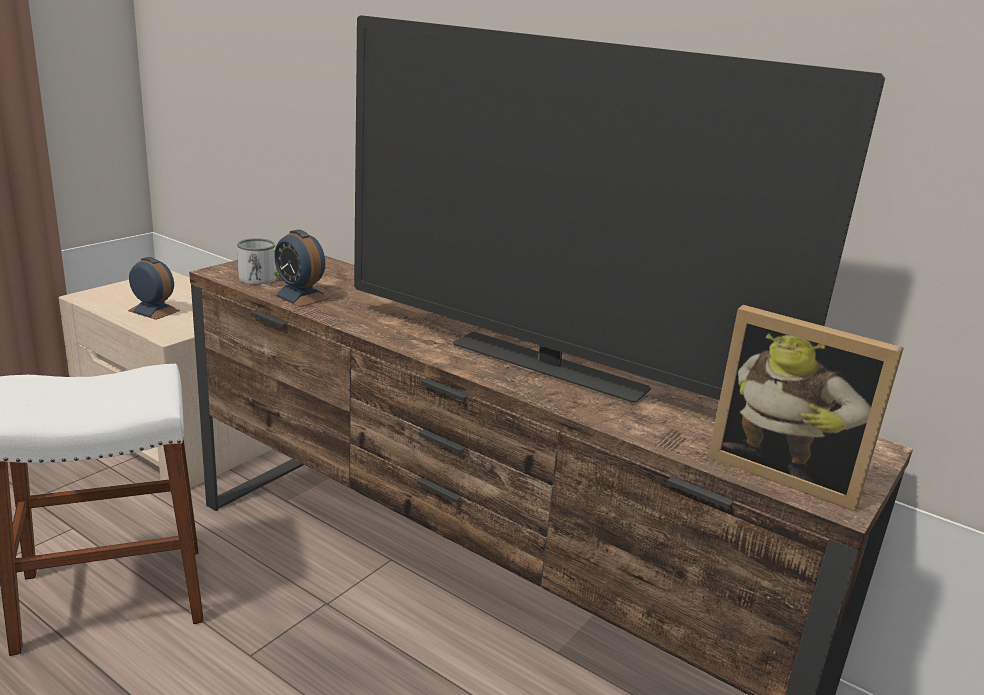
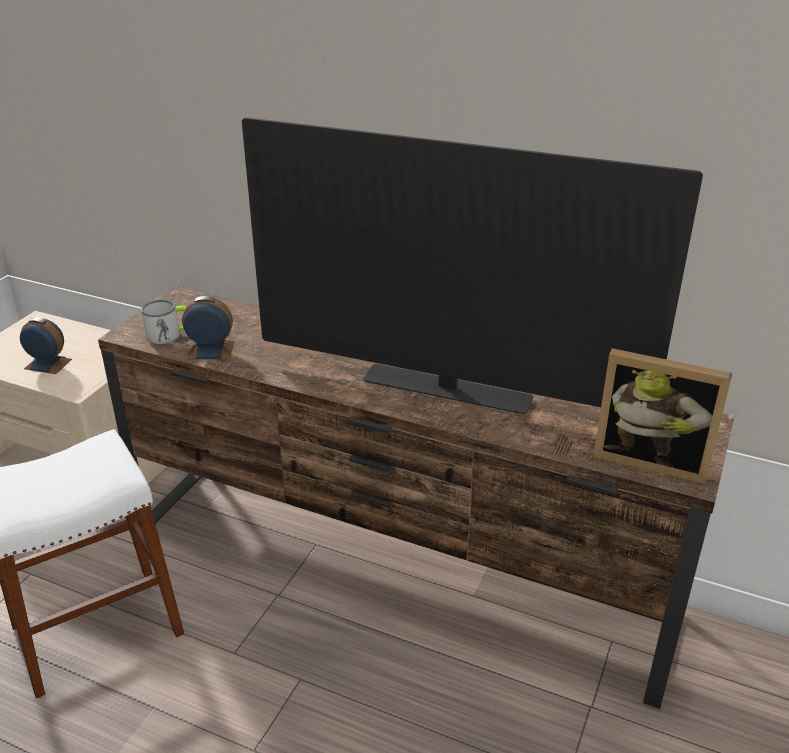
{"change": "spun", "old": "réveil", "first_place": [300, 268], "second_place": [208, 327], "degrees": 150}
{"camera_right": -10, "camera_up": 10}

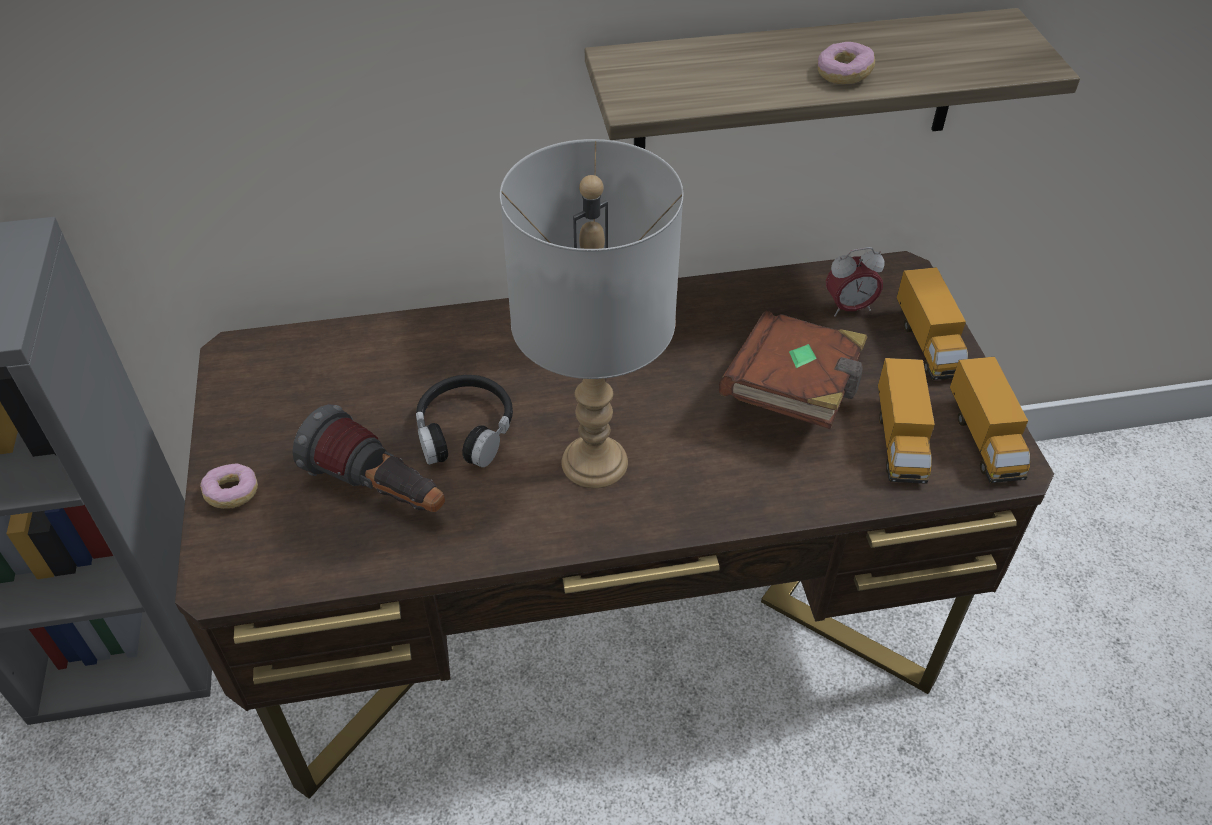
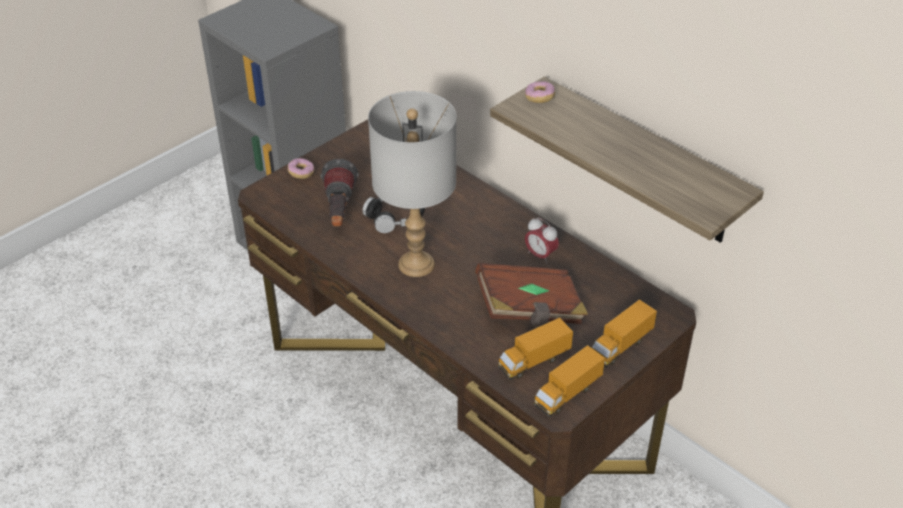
{"change": "relocated", "old": "beignet", "first_place": [846, 63], "second_place": [540, 92]}
{"change": "relocated", "old": "réveil", "first_place": [855, 282], "second_place": [542, 240]}
{"camera_right": 55, "camera_up": -5}

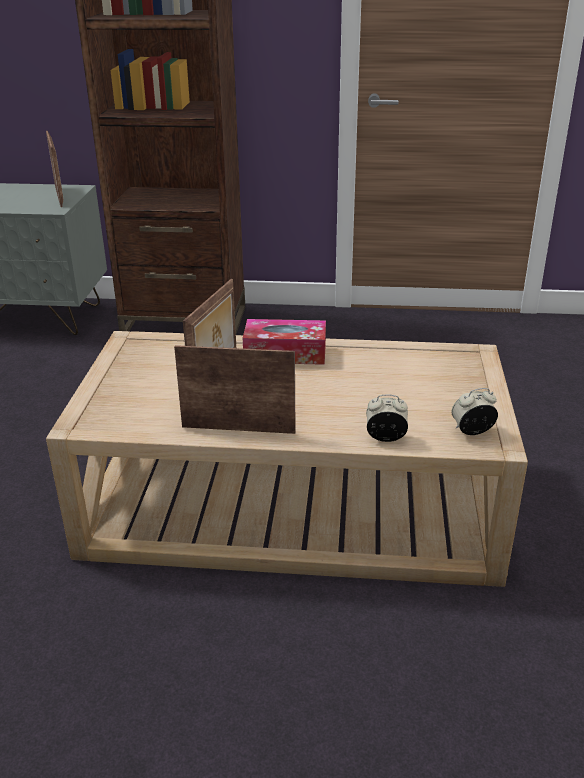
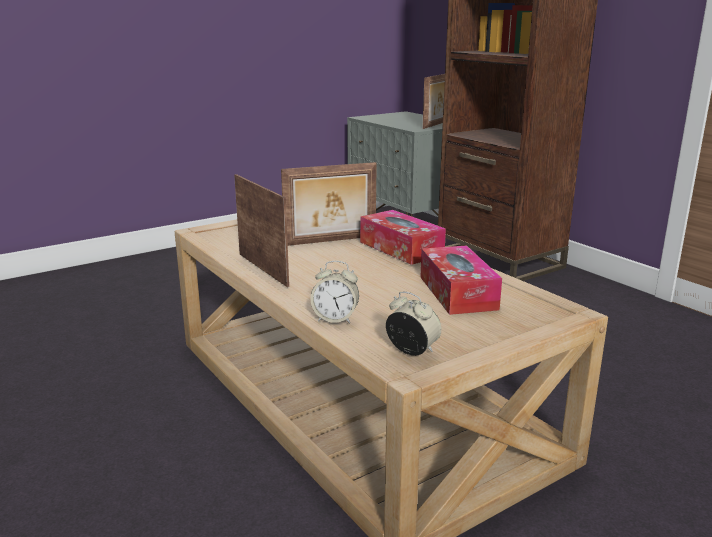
{"change": "appeared", "new": "boîte à mouchoirs", "second_place": [461, 280]}
{"change": "spun", "old": "réveil", "first_place": [387, 418], "second_place": [334, 292], "degrees": 135}
{"camera_right": 50, "camera_up": -10}

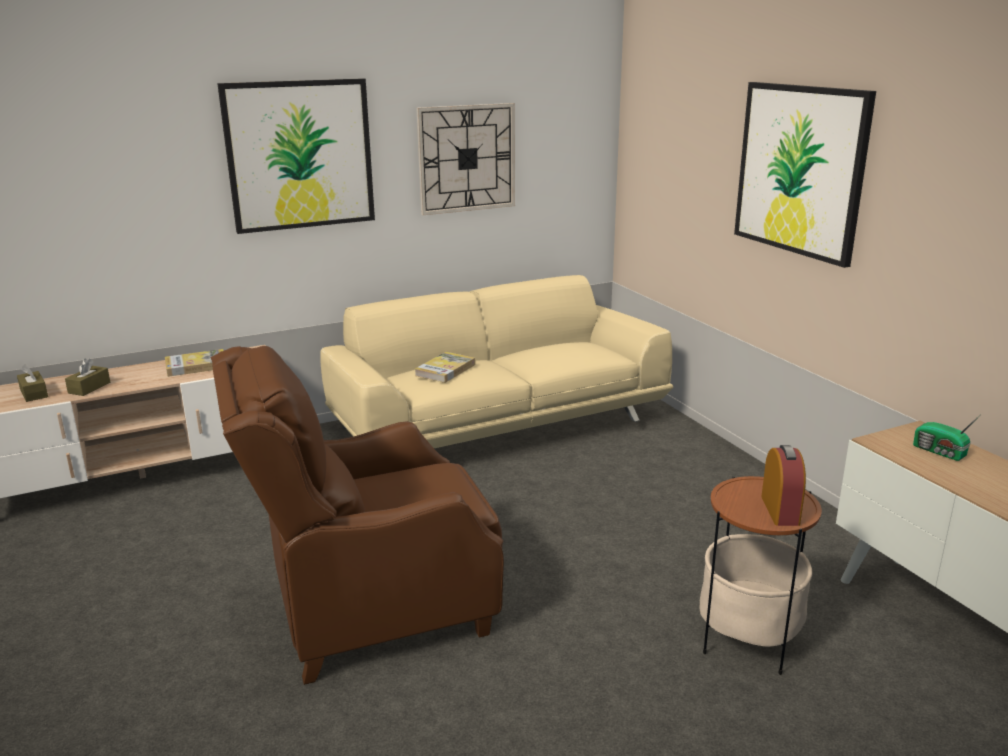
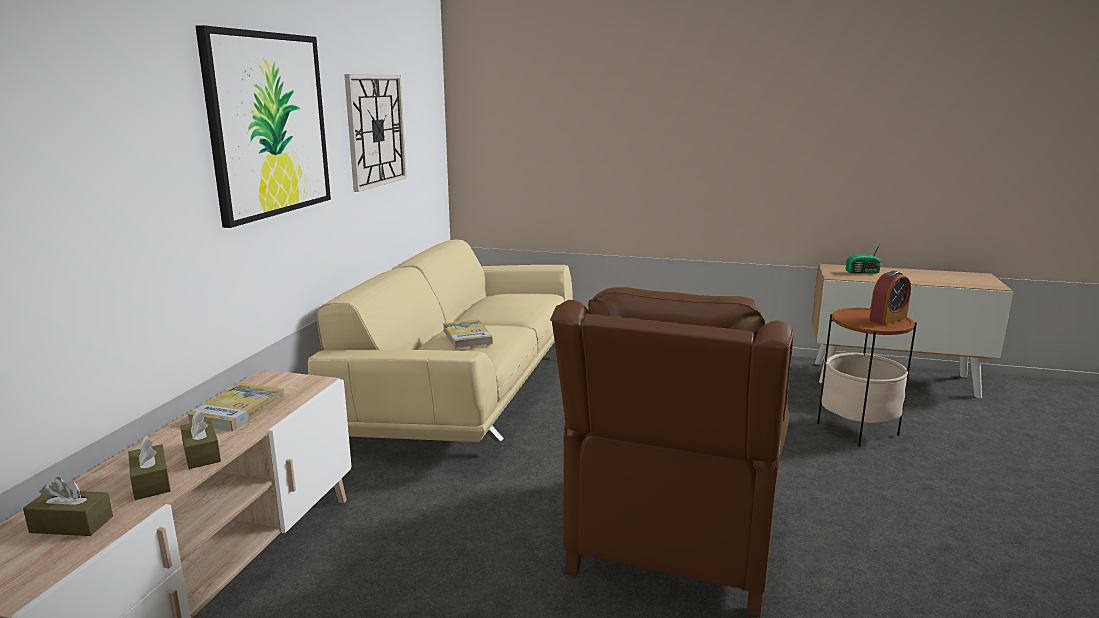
{"change": "missing", "old": "tableau", "first_place": [805, 175]}
{"change": "appeared", "new": "boîte à mouchoirs (marron)", "second_place": [200, 440]}
{"change": "spun", "old": "réveil", "first_place": [783, 485], "second_place": [890, 298], "degrees": 105}
{"camera_right": -50, "camera_up": -5}

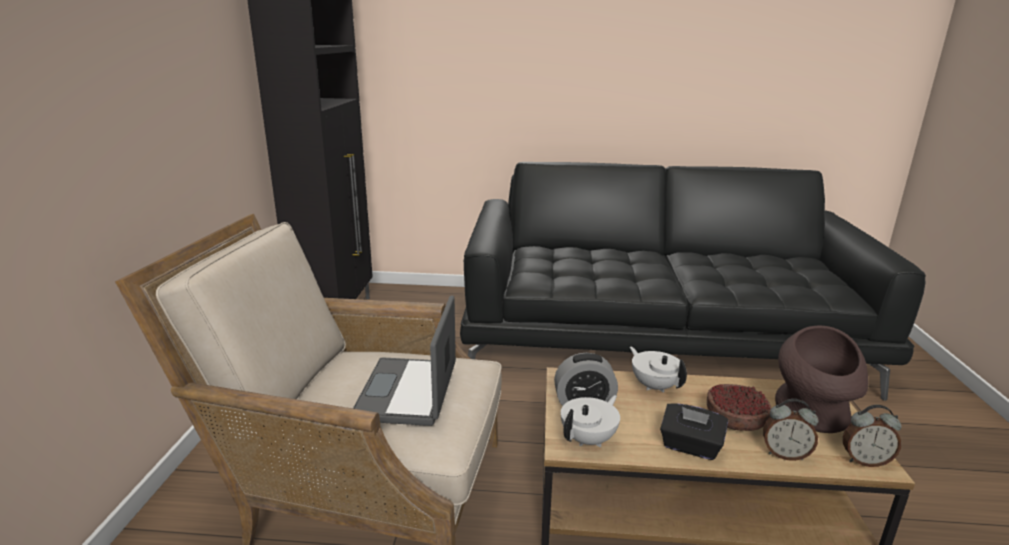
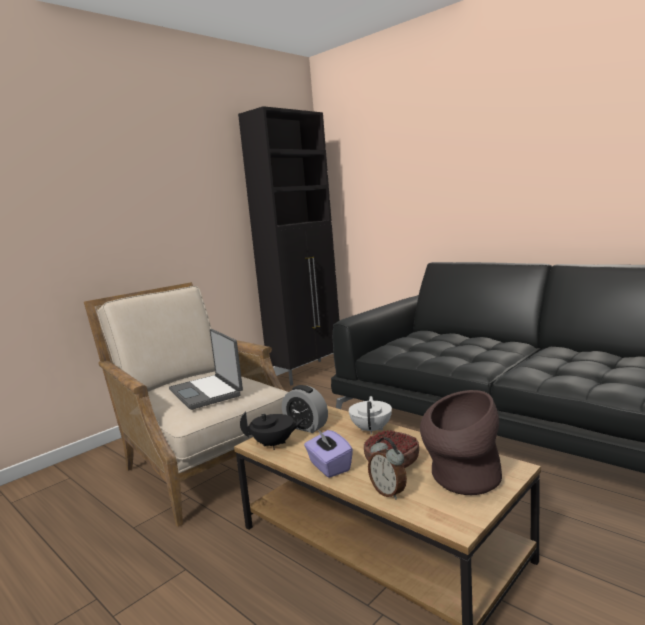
{"change": "missing", "old": "réveil", "first_place": [872, 436]}
{"change": "colour", "old": "théière (blanc)", "new": "théière (noir)", "first_place": [590, 421], "second_place": [273, 430]}
{"change": "colour", "old": "boîte à mouchoirs (noir)", "new": "boîte à mouchoirs (violet)", "first_place": [694, 431], "second_place": [328, 454]}
{"change": "spun", "old": "ordinateur portable", "first_place": [404, 361], "second_place": [206, 369], "degrees": -75}
{"camera_right": 40, "camera_up": -10}

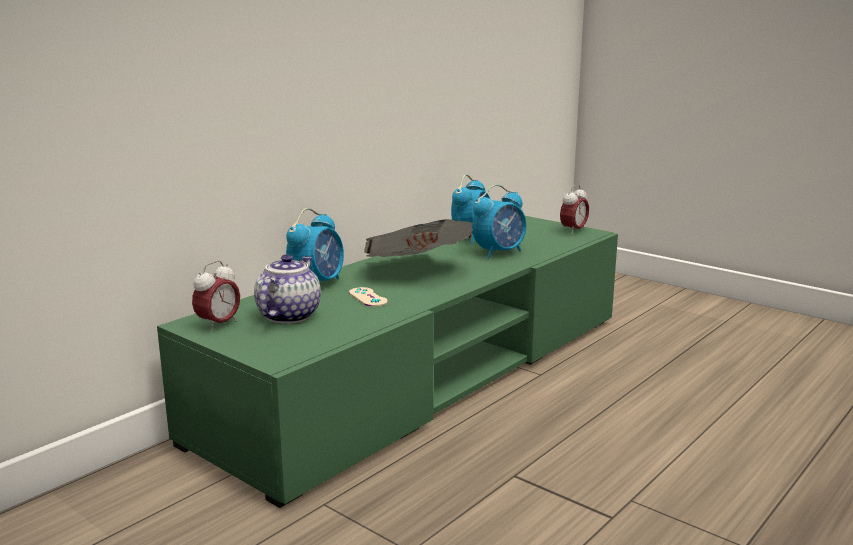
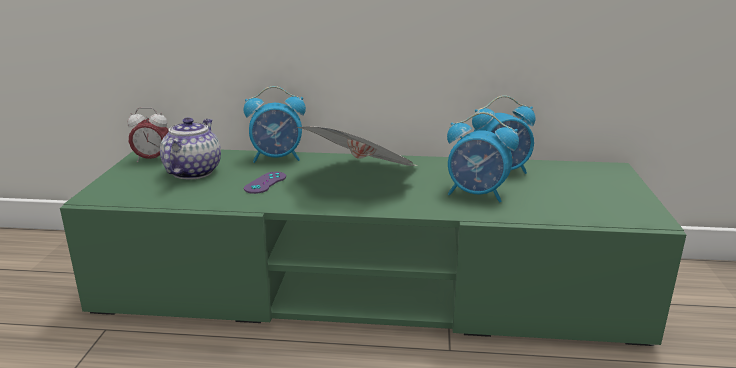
{"change": "missing", "old": "réveil", "first_place": [574, 209]}
{"change": "colour", "old": "manette (beige)", "new": "manette (violet)", "first_place": [368, 297], "second_place": [265, 183]}
{"change": "spun", "old": "théière", "first_place": [287, 289], "second_place": [190, 148], "degrees": -60}
{"camera_right": 55, "camera_up": 5}

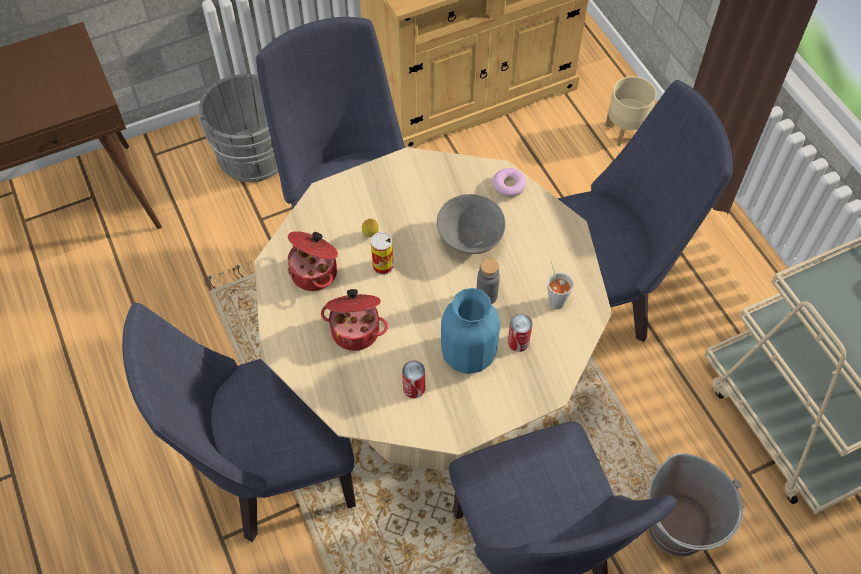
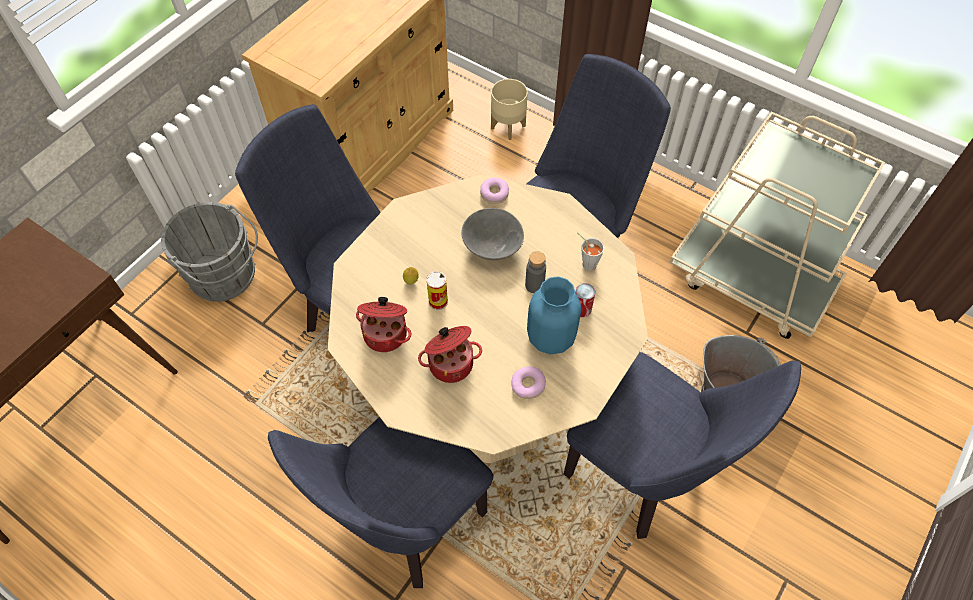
{"change": "exchanged", "old": "boîte métallique", "new": "beignet", "first_place": [413, 379], "second_place": [528, 382]}
{"camera_right": -30, "camera_up": 0}

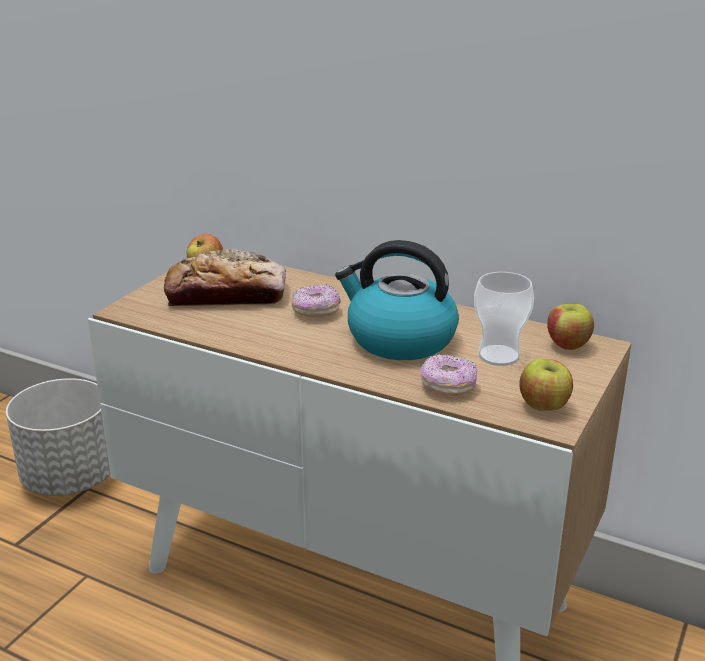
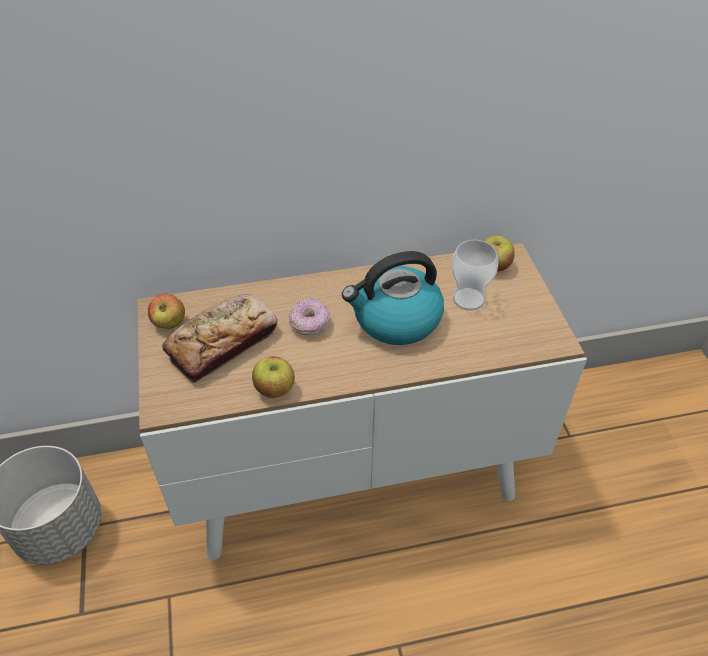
{"change": "missing", "old": "beignet", "first_place": [448, 375]}
{"change": "relocated", "old": "pomme", "first_place": [546, 384], "second_place": [273, 377]}
{"camera_right": -40, "camera_up": 20}

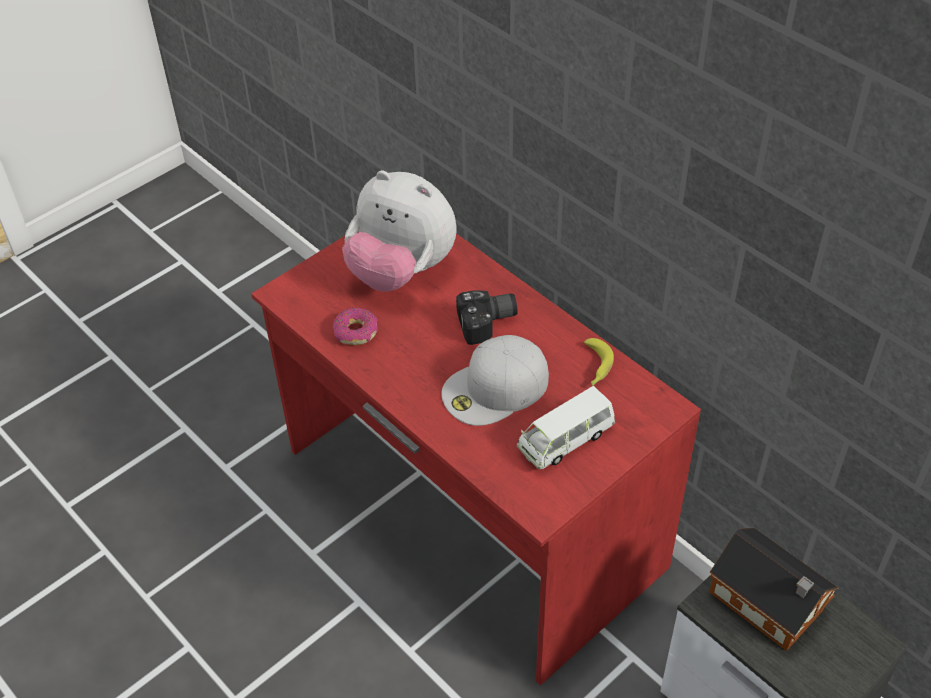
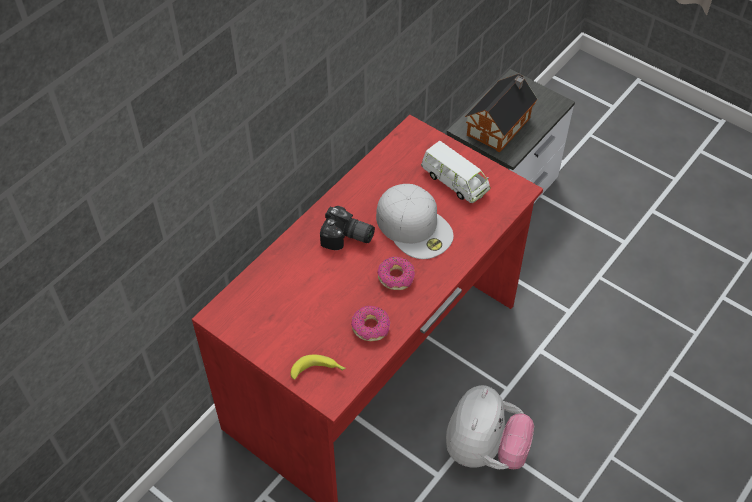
{"change": "appeared", "new": "beignet", "second_place": [396, 273]}
{"change": "relocated", "old": "peluche", "first_place": [399, 231], "second_place": [490, 427]}
{"change": "relocated", "old": "banane", "first_place": [599, 362], "second_place": [318, 367]}
{"change": "spun", "old": "appareil photo", "first_place": [486, 317], "second_place": [347, 228], "degrees": 135}
{"camera_right": -100, "camera_up": 5}

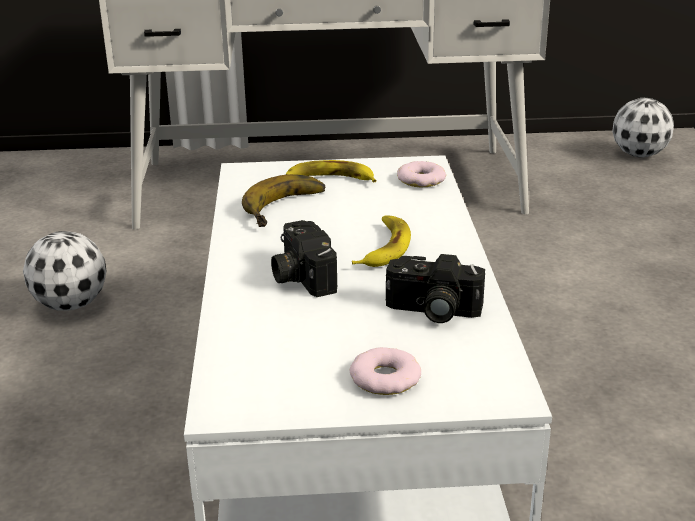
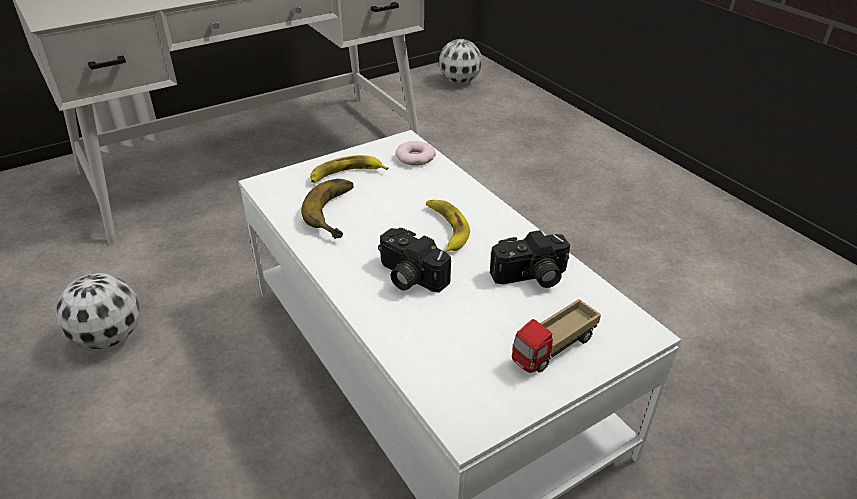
{"change": "exchanged", "old": "beignet", "new": "camion jouet", "first_place": [385, 371], "second_place": [556, 336]}
{"camera_right": -30, "camera_up": 10}

